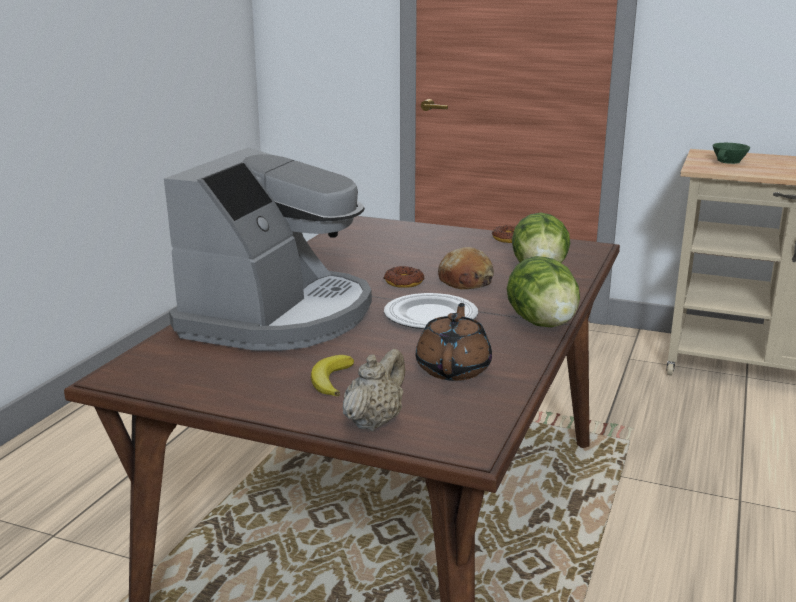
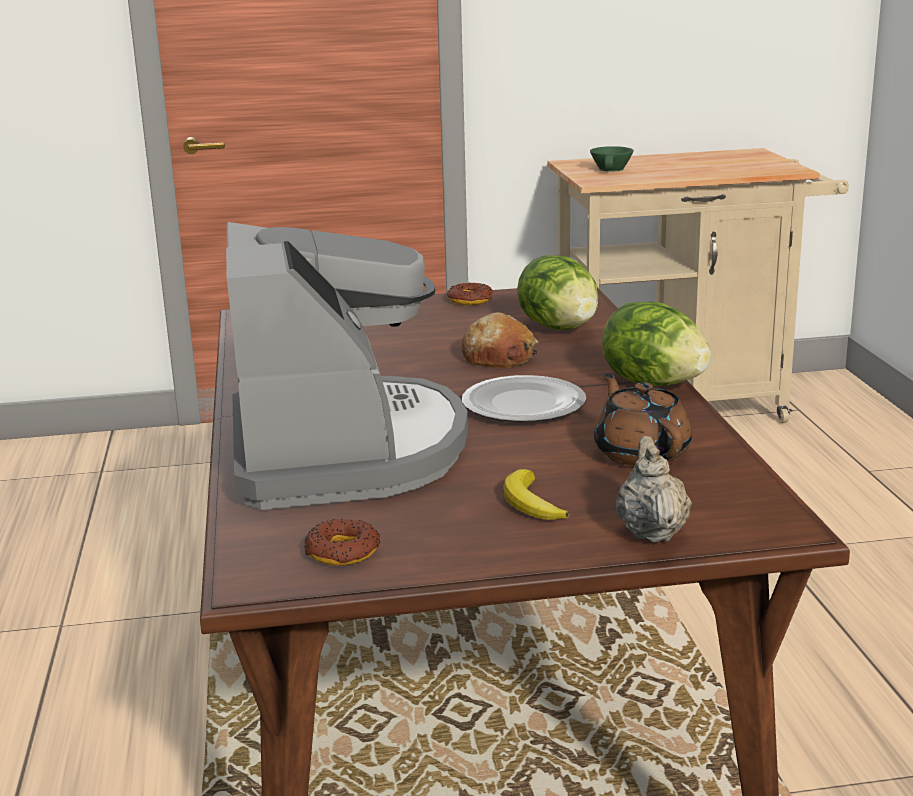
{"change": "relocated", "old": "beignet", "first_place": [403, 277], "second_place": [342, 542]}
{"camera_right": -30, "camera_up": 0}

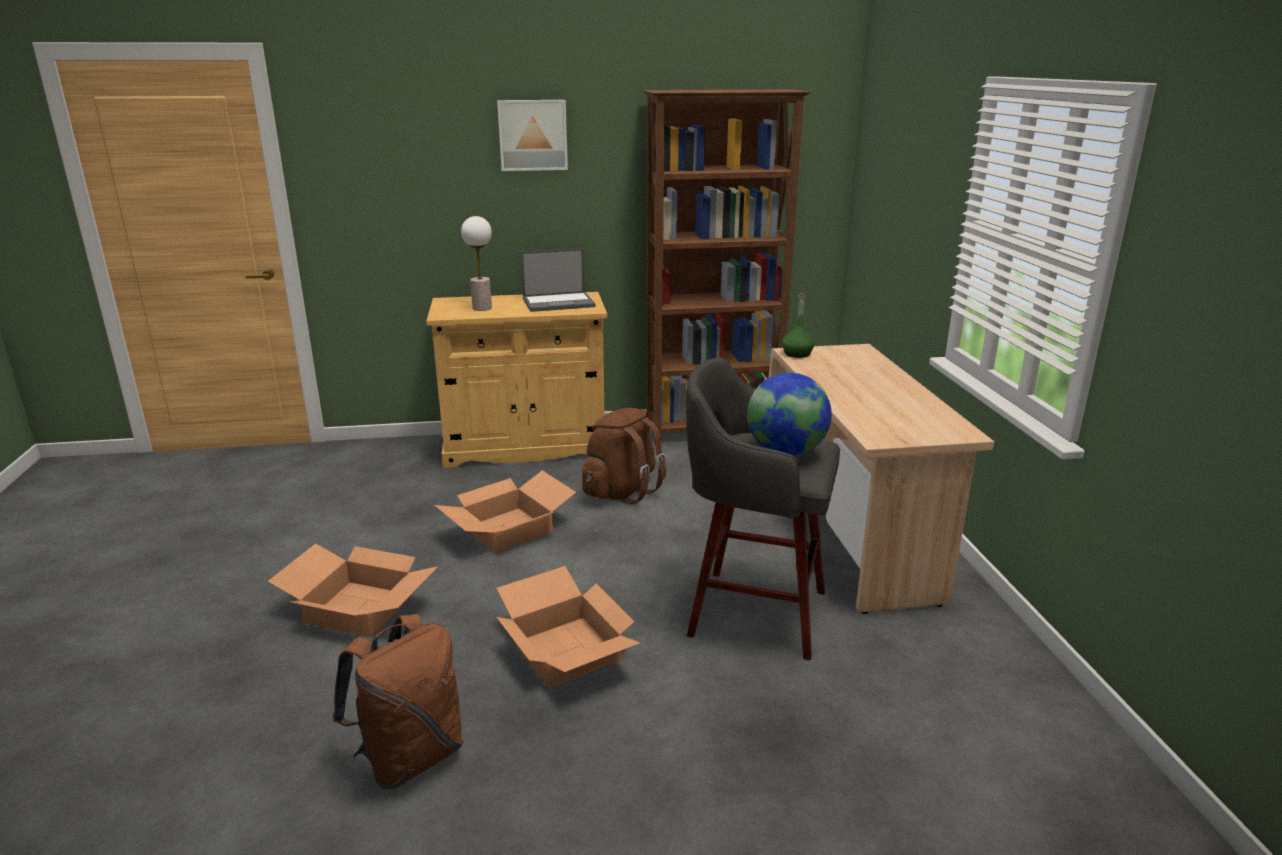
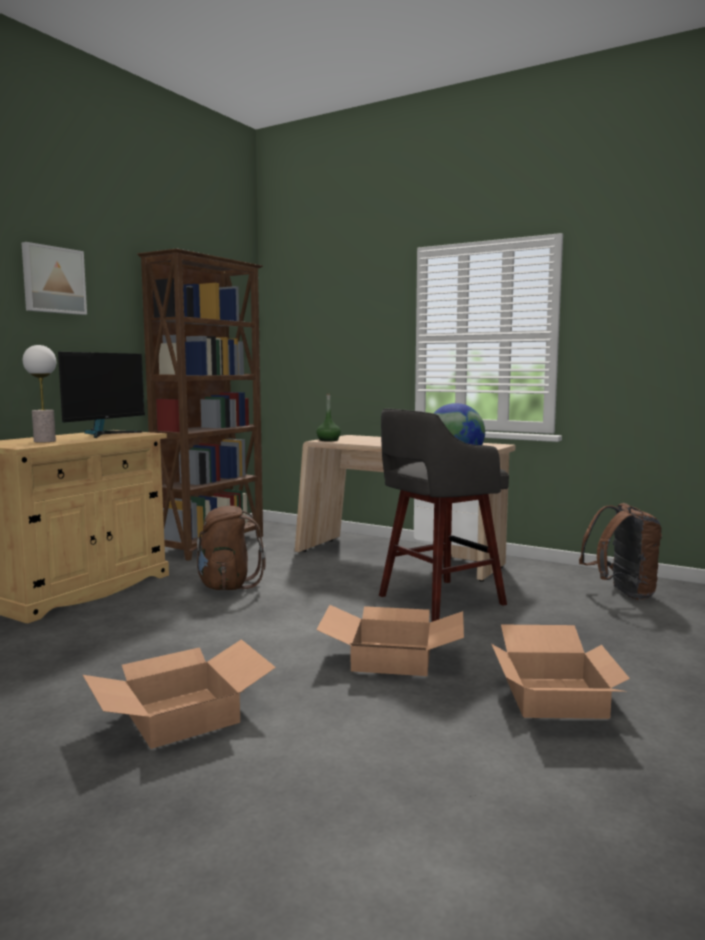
{"change": "relocated", "old": "sac à dos (marron)", "first_place": [398, 701], "second_place": [620, 551]}
{"change": "relocated", "old": "carton", "first_place": [505, 512], "second_place": [561, 672]}
{"change": "exchanged", "old": "ordinateur portable", "new": "écran d'ordinateur", "first_place": [558, 280], "second_place": [101, 395]}
{"camera_right": -50, "camera_up": -15}

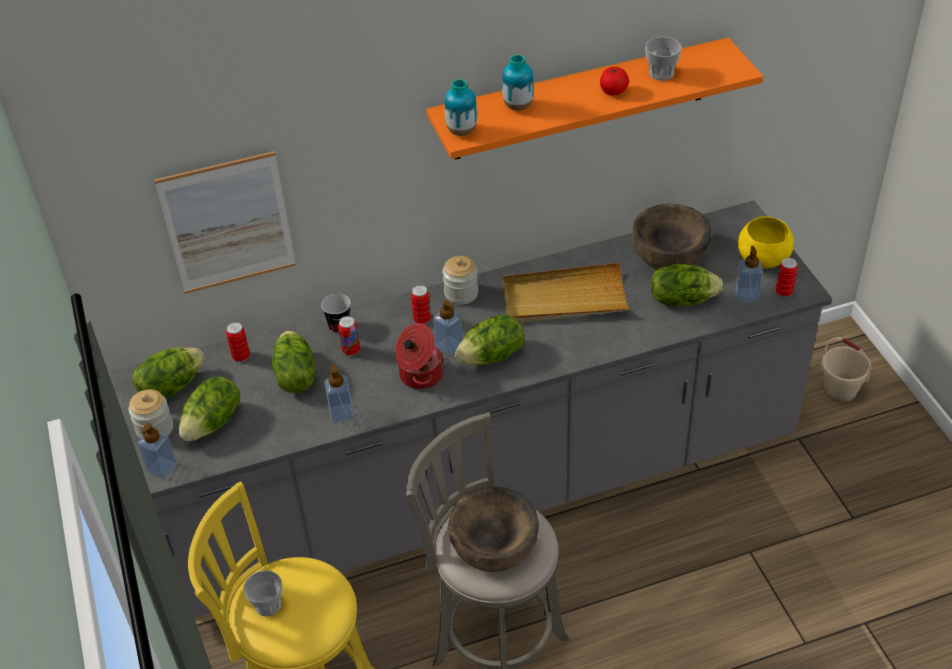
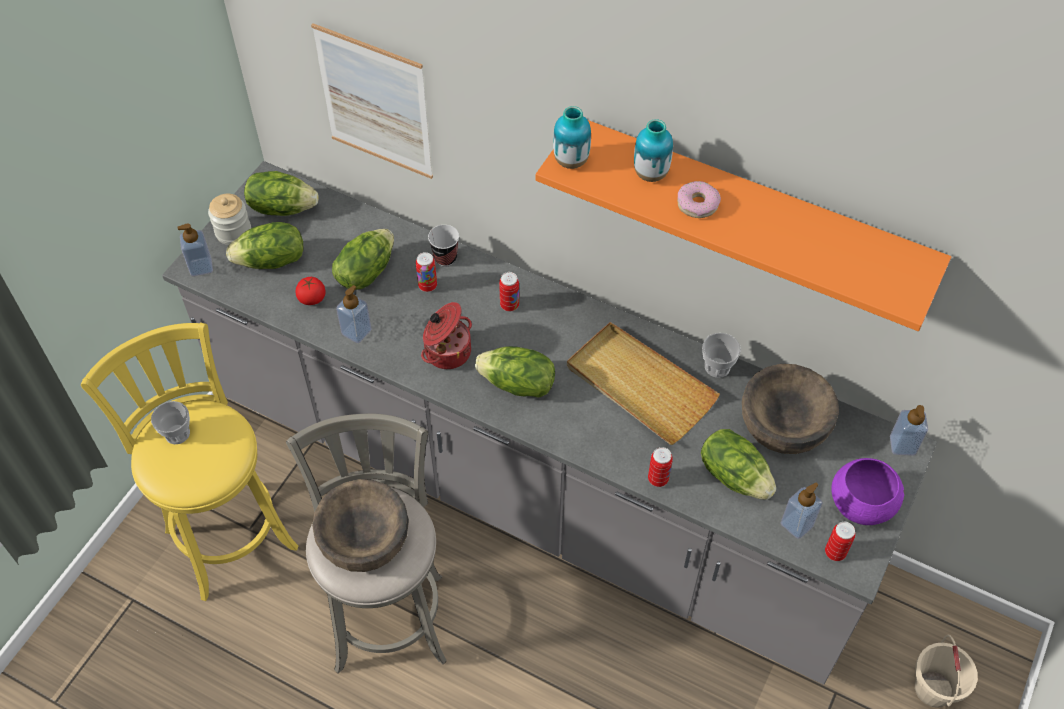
{"change": "missing", "old": "bocal", "first_place": [460, 280]}
{"change": "appeared", "new": "beignet", "second_place": [699, 199]}
{"change": "relocated", "old": "boîte métallique", "first_place": [238, 342], "second_place": [660, 467]}
{"change": "relocated", "old": "distributeur de savon", "first_place": [448, 327], "second_place": [909, 430]}
{"change": "relocated", "old": "tomate", "first_place": [614, 81], "second_place": [310, 291]}
{"change": "relocated", "old": "tasse", "first_place": [663, 59], "second_place": [721, 355]}
{"change": "colour", "old": "bol (jaune)", "new": "bol (violet)", "first_place": [766, 242], "second_place": [867, 491]}
{"camera_right": 45, "camera_up": 10}

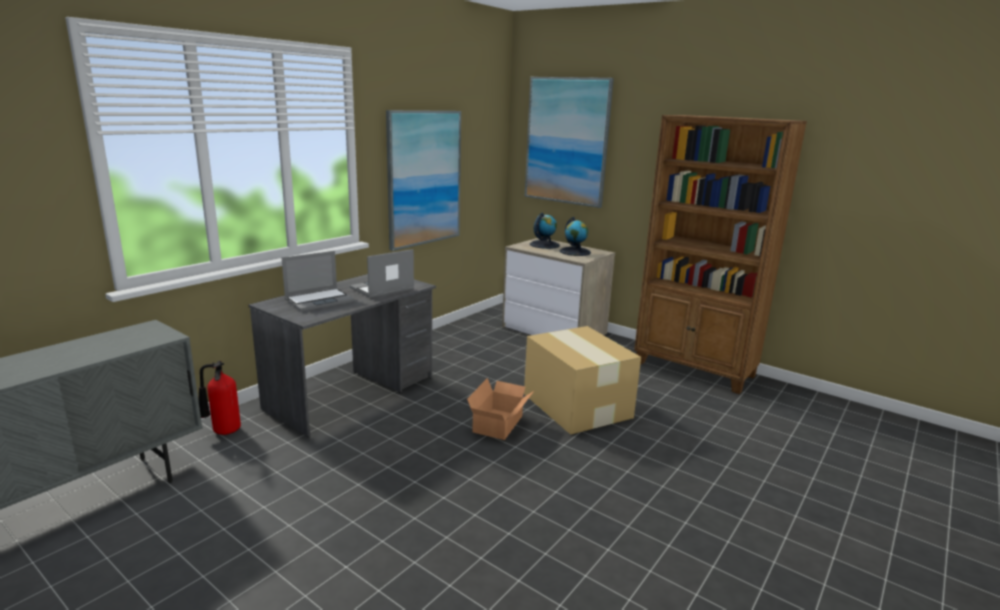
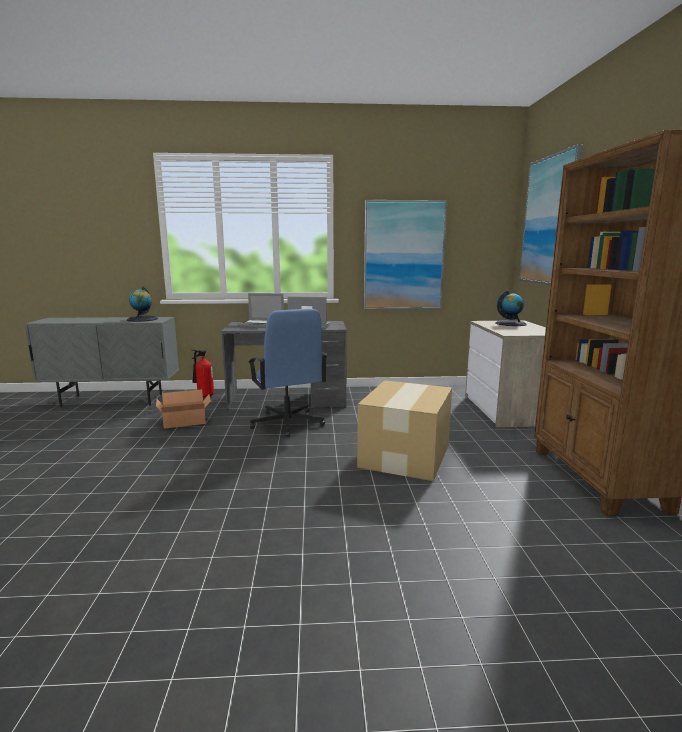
{"change": "appeared", "new": "chaise de bureau (bleu)", "second_place": [288, 373]}
{"change": "relocated", "old": "carton", "first_place": [500, 409], "second_place": [183, 409]}
{"change": "relocated", "old": "globe", "first_place": [575, 236], "second_place": [142, 304]}
{"camera_right": 50, "camera_up": -5}

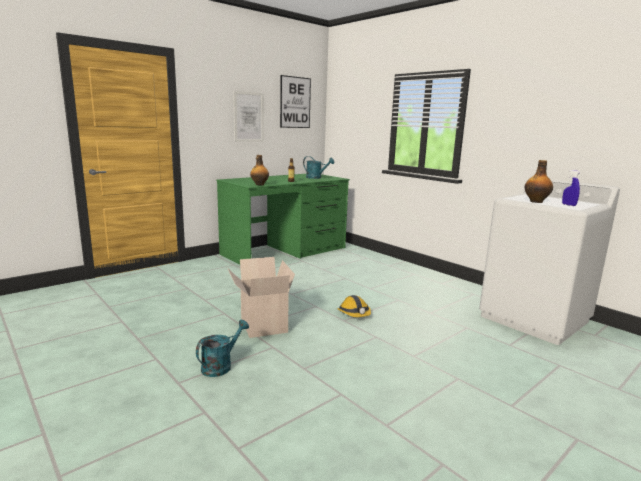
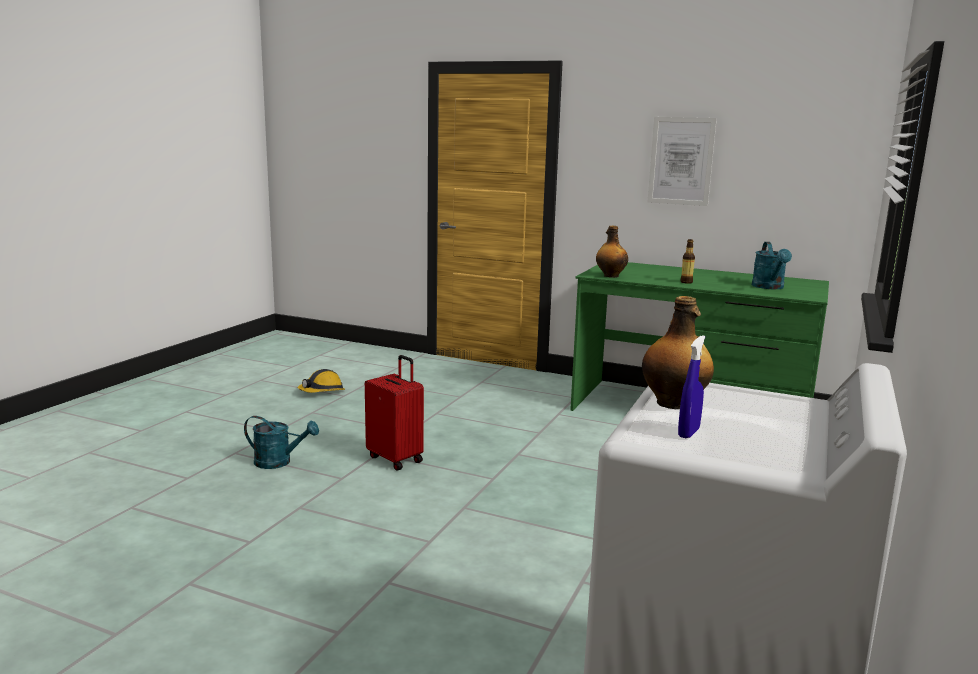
{"change": "missing", "old": "tableau", "first_place": [295, 101]}
{"change": "relocated", "old": "casque de chantier", "first_place": [354, 306], "second_place": [321, 381]}
{"change": "exchanged", "old": "carton", "new": "valise (rouge)", "first_place": [261, 297], "second_place": [394, 412]}
{"camera_right": 65, "camera_up": 0}

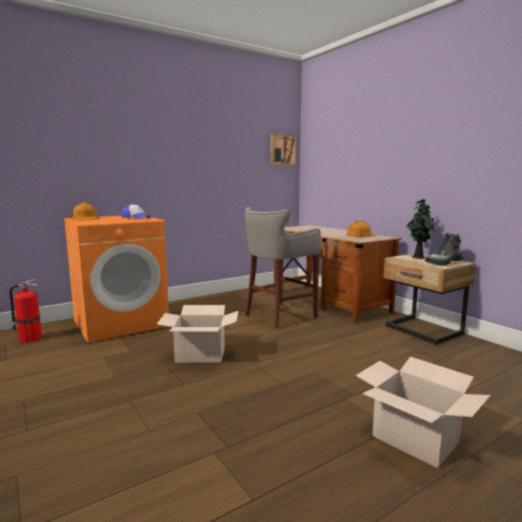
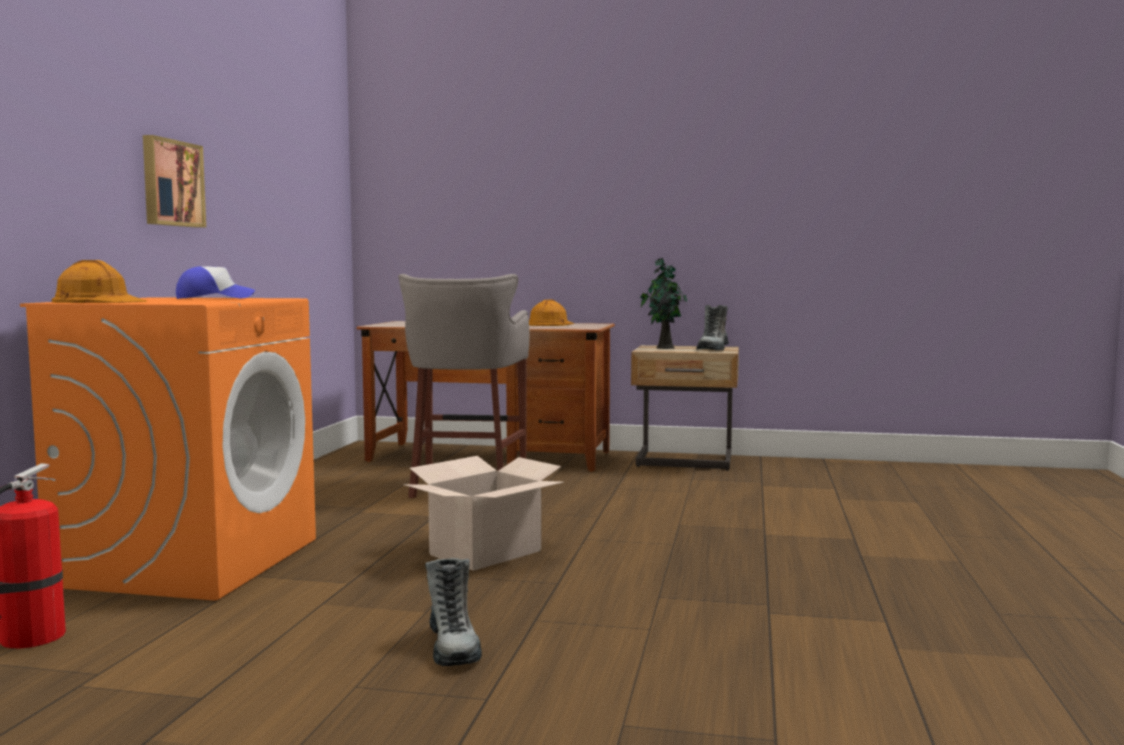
{"change": "missing", "old": "carton", "first_place": [423, 412]}
{"change": "appeared", "new": "botte", "second_place": [453, 612]}
{"change": "relocated", "old": "tableau", "first_place": [283, 149], "second_place": [174, 181]}
{"camera_right": -45, "camera_up": -5}

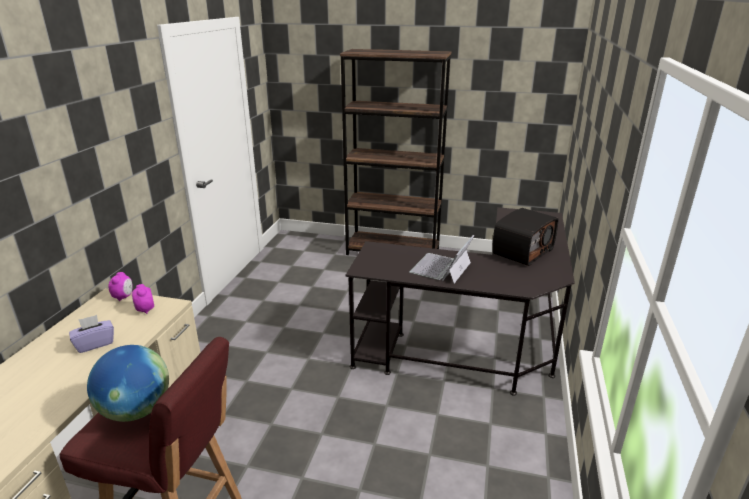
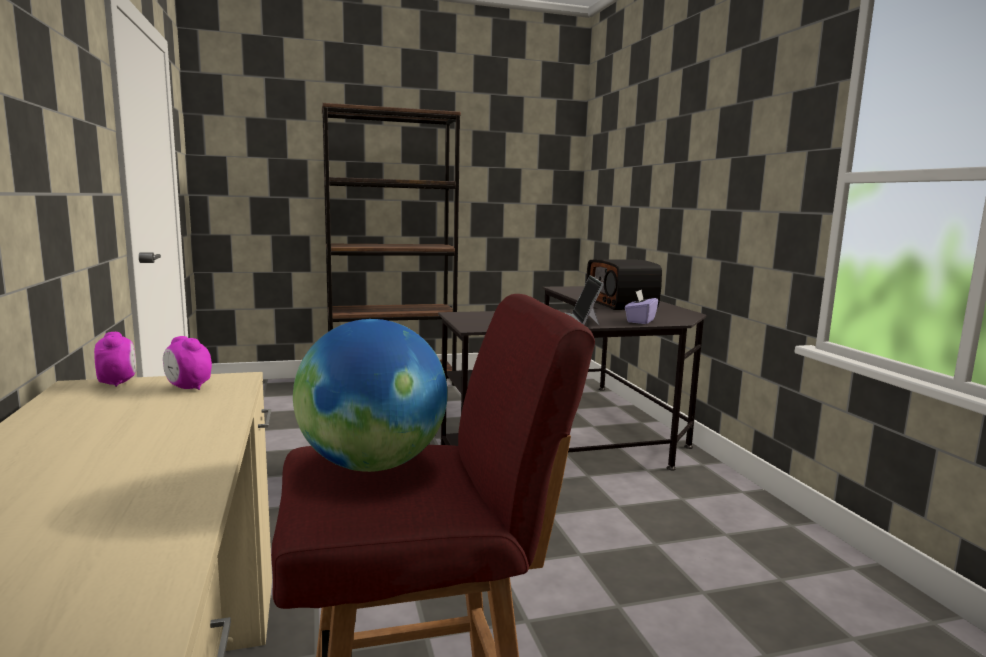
{"change": "relocated", "old": "boîte à mouchoirs (violet)", "first_place": [91, 334], "second_place": [641, 307]}
{"change": "spun", "old": "radio", "first_place": [525, 237], "second_place": [624, 284], "degrees": 150}
{"camera_right": -30, "camera_up": -15}

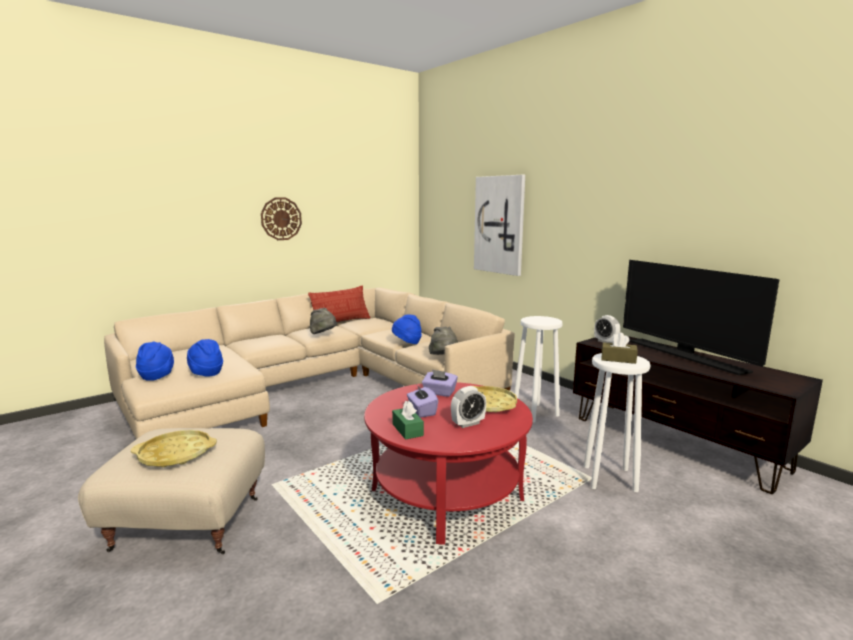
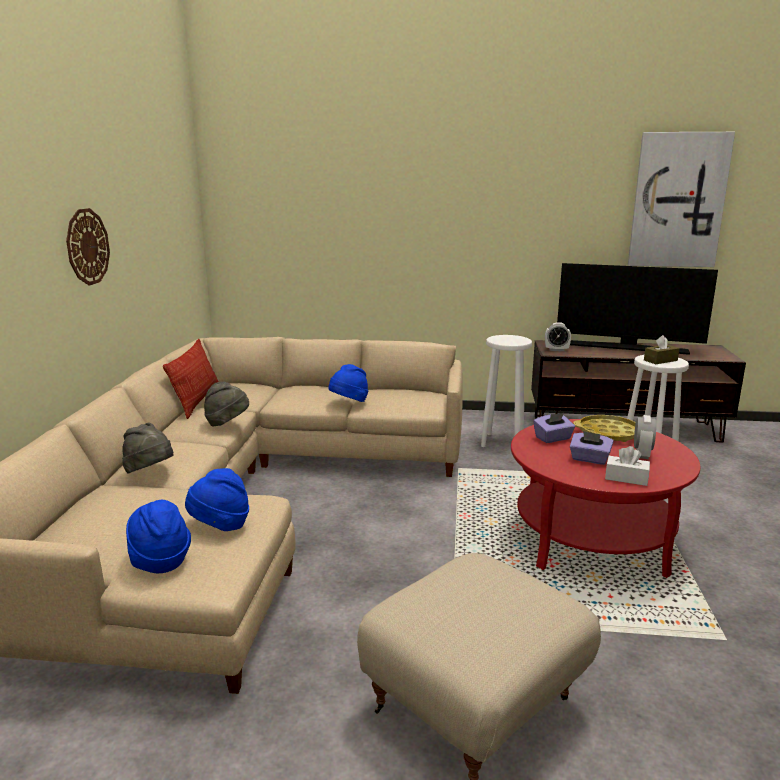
{"change": "missing", "old": "plateau (jaune)", "first_place": [174, 448]}
{"change": "relocated", "old": "chapeau (gris)", "first_place": [443, 341], "second_place": [147, 448]}
{"change": "relocated", "old": "tableau", "first_place": [499, 225], "second_place": [681, 199]}
{"change": "colour", "old": "boîte à mouchoirs (vert)", "new": "boîte à mouchoirs (blanc)", "first_place": [408, 420], "second_place": [627, 466]}
{"camera_right": -45, "camera_up": 5}

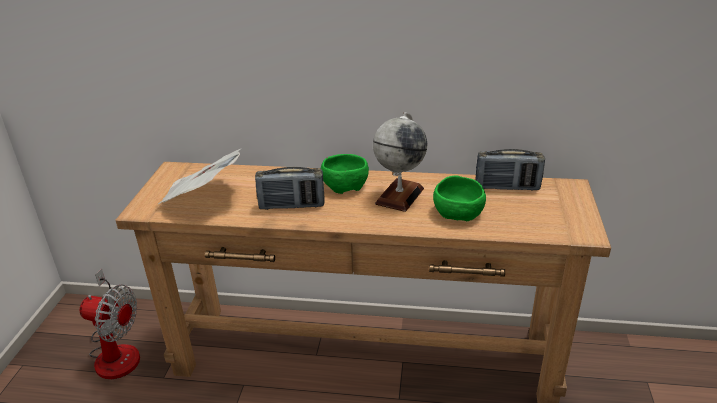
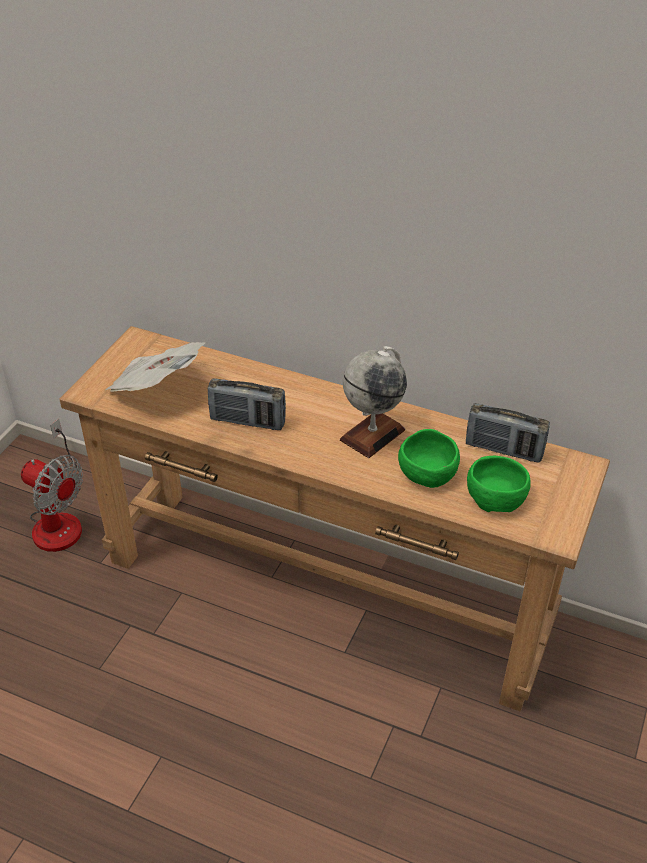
{"change": "relocated", "old": "bol (vert)", "first_place": [345, 174], "second_place": [499, 484]}
{"camera_right": 15, "camera_up": 10}

